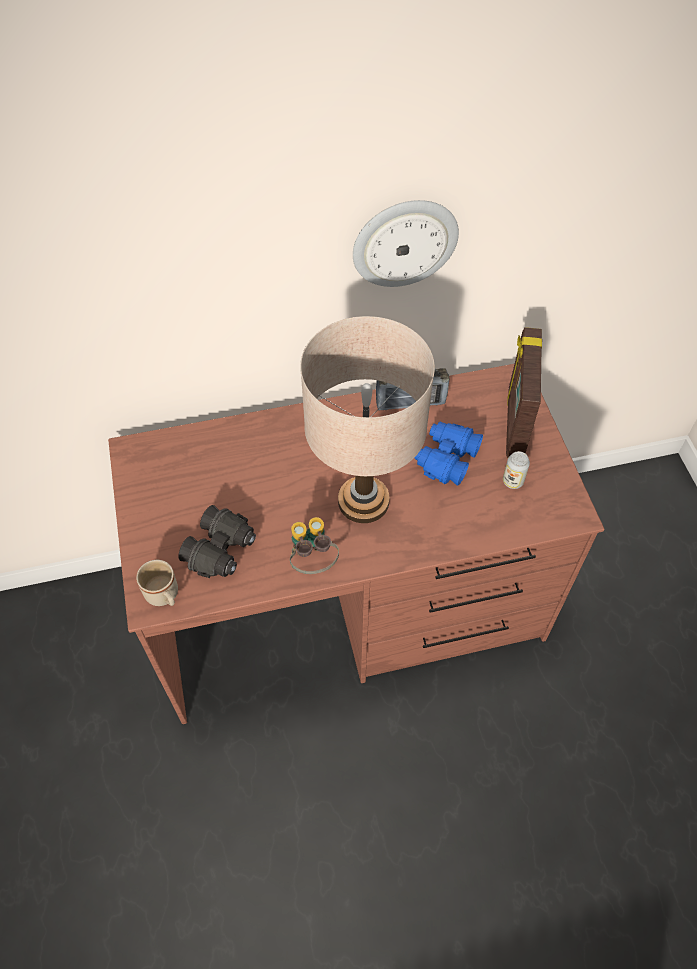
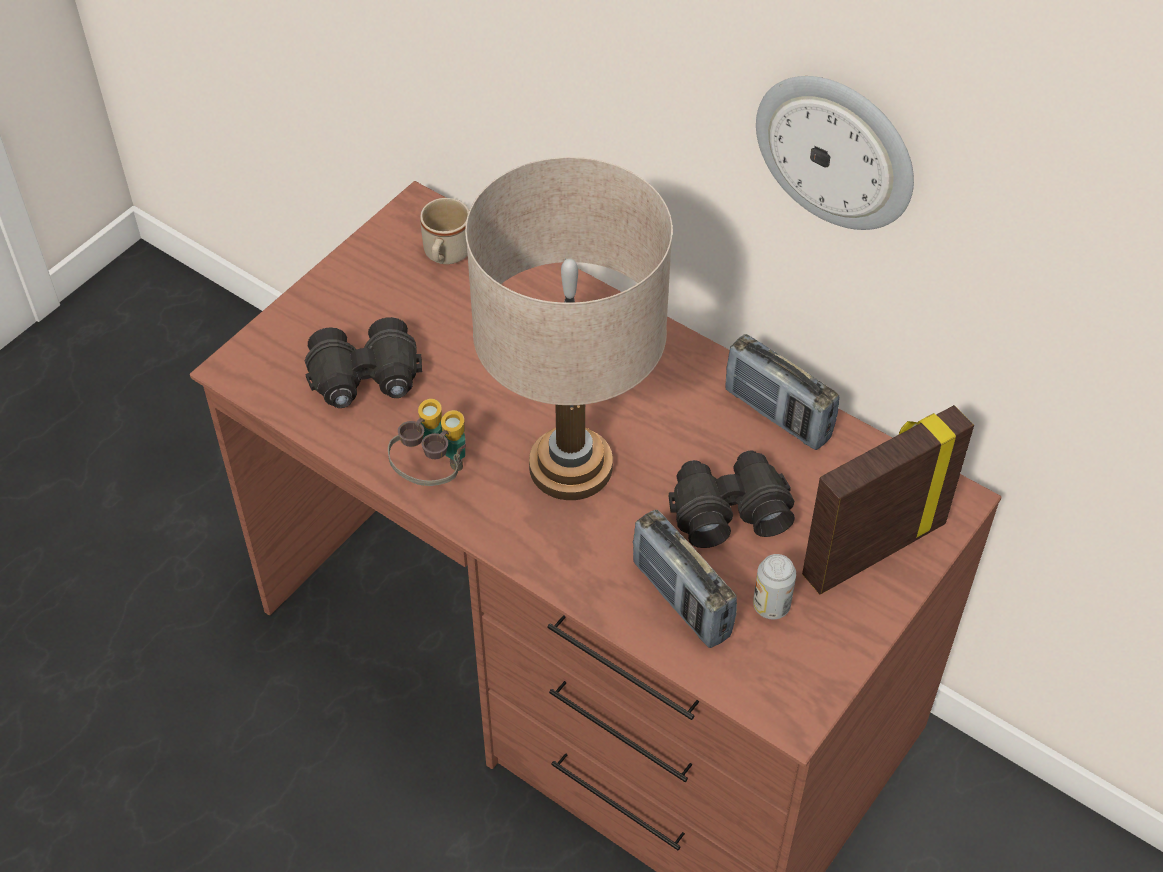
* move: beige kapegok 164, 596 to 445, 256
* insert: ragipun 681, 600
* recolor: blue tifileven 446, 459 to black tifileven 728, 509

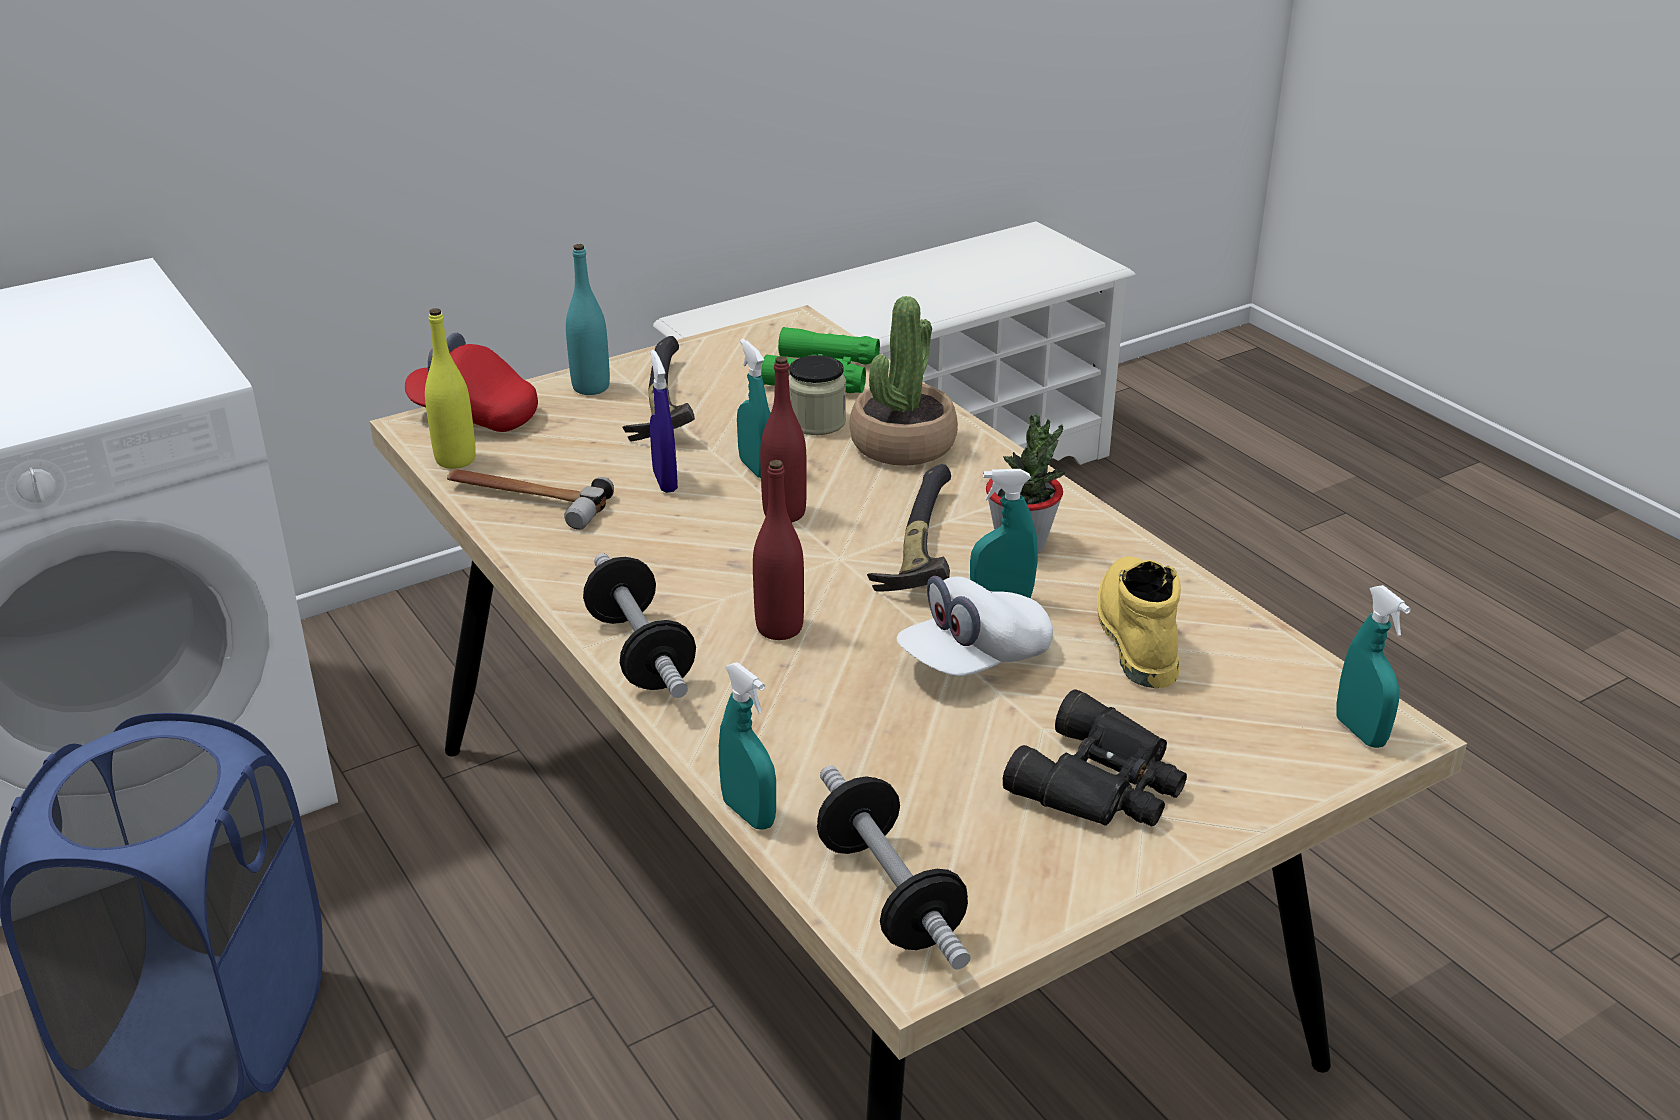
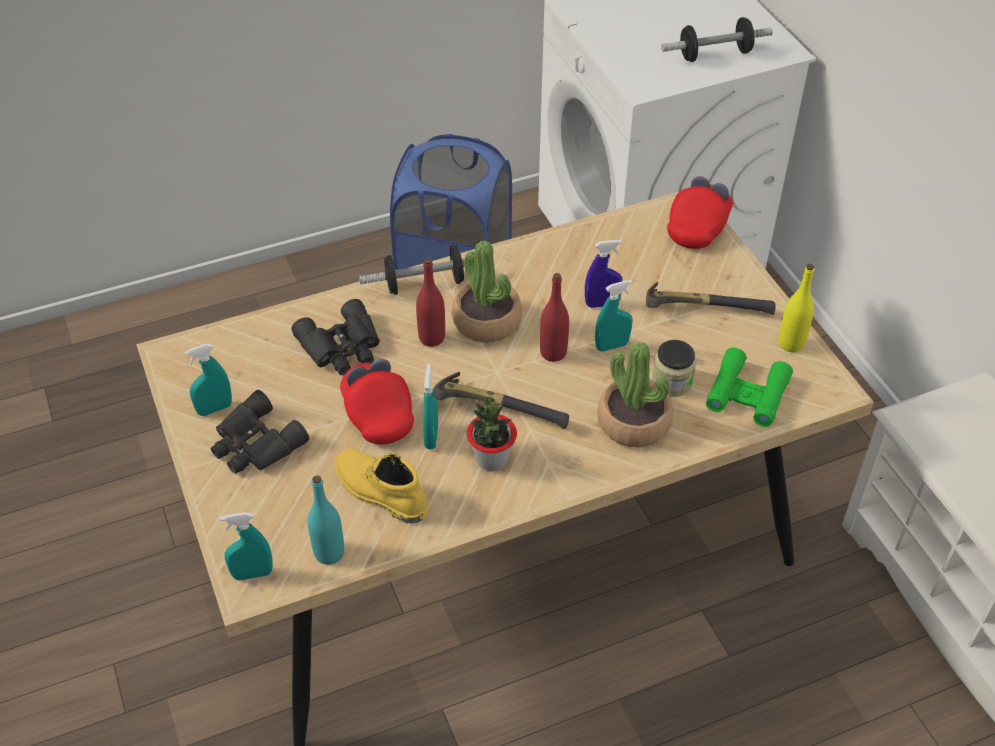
* move: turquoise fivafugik 748, 814 to 214, 409
* insert: black tifileven 342, 347
* move: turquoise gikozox 591, 387 to 329, 553
* rotate: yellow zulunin 1134, 634 = 379, 492 150 degrees counterclockwise
* recolor: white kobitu 974, 660 to red kobitu 377, 413
* insert: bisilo 487, 321
* move: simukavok 889, 894 to 714, 54
* move: yellow gikozox 455, 460 to 791, 344
* delete: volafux 525, 500

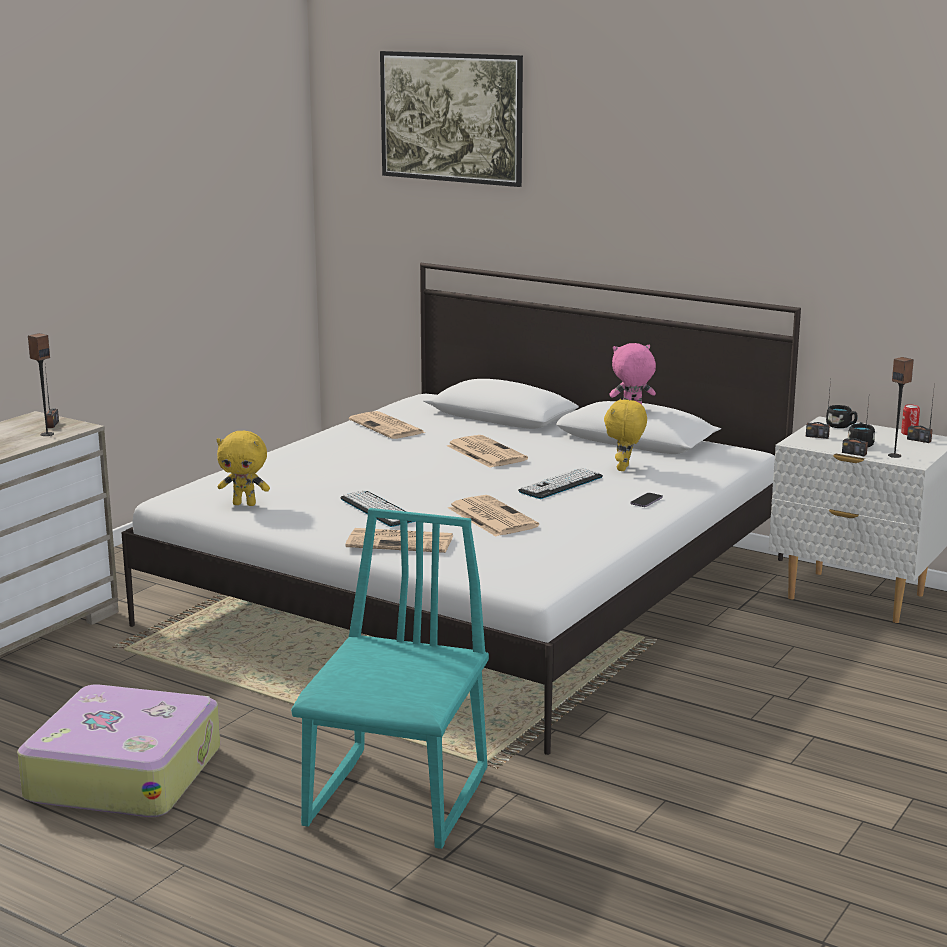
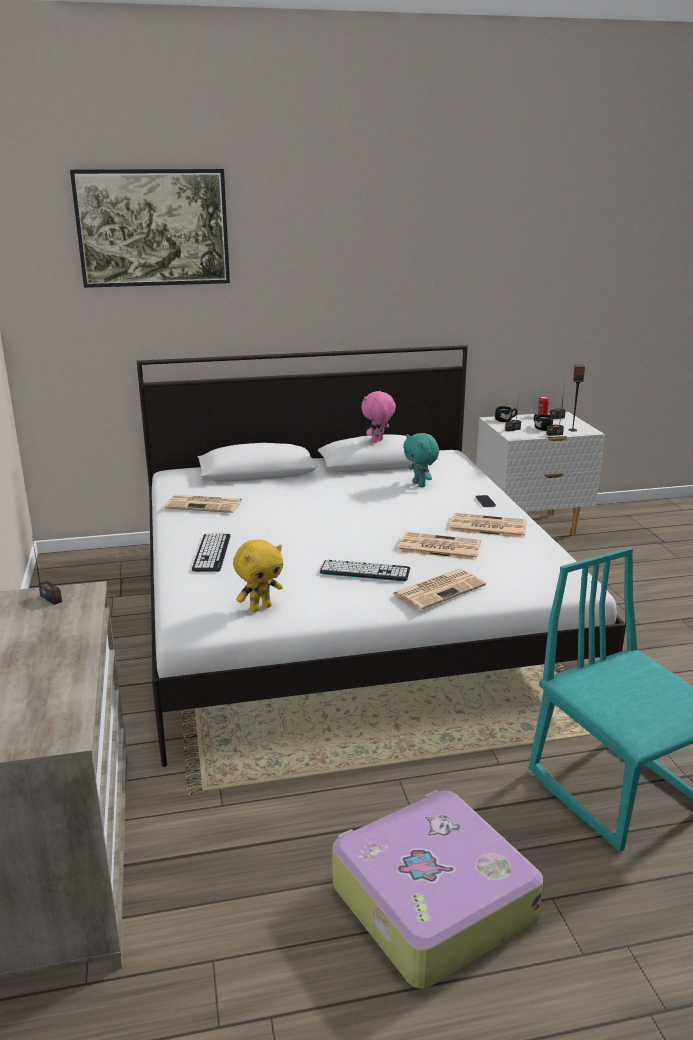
* move: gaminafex 561, 484 to 212, 553
* recolor: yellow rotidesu 624, 468 to turquoise rotidesu 420, 484
* move: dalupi 485, 452 to 487, 527
* delete: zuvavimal 47, 434

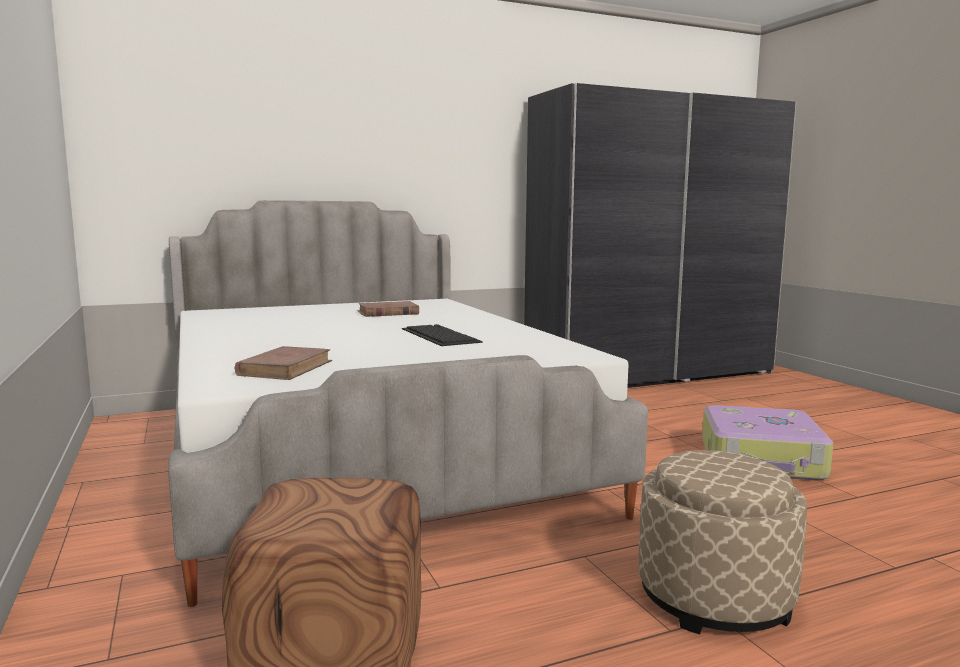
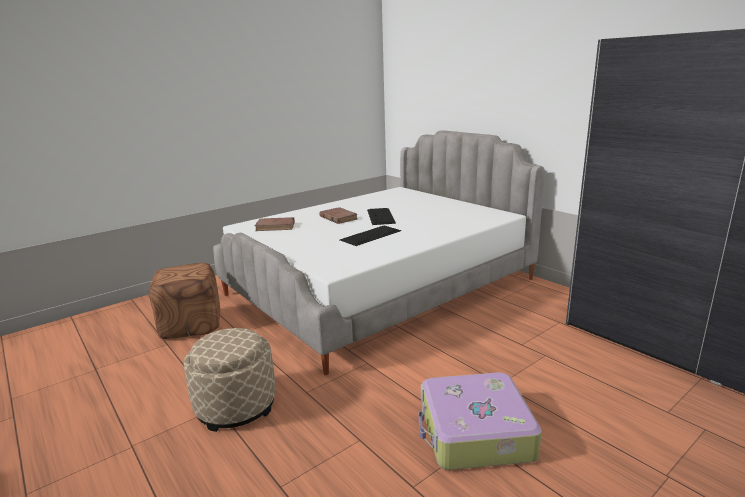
* move: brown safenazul 388, 313 to 338, 218
* insert: gaminafex 381, 216

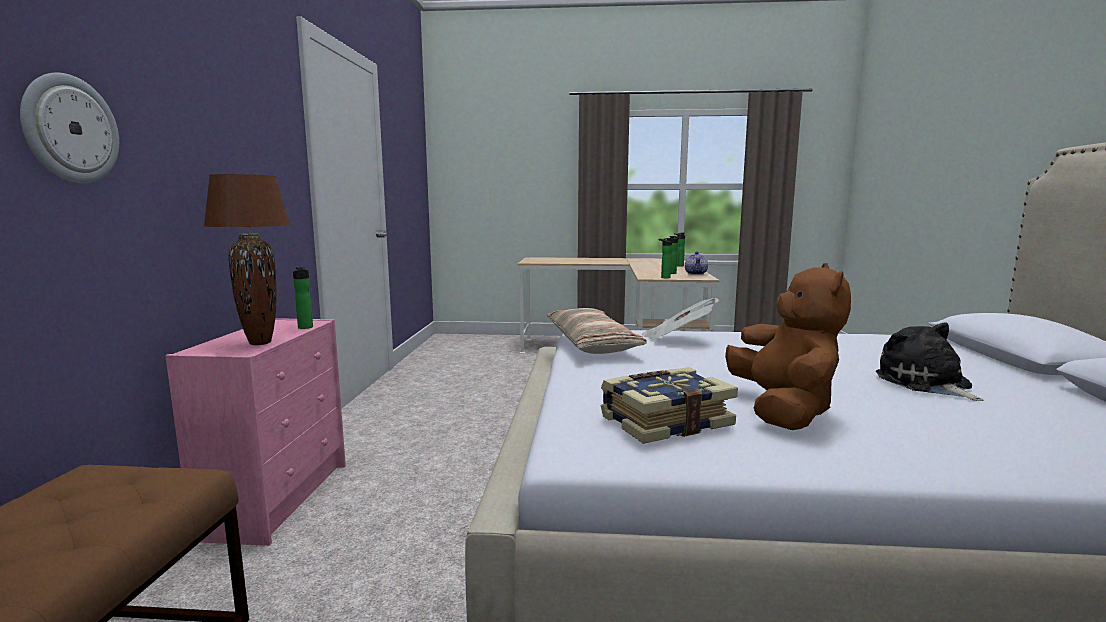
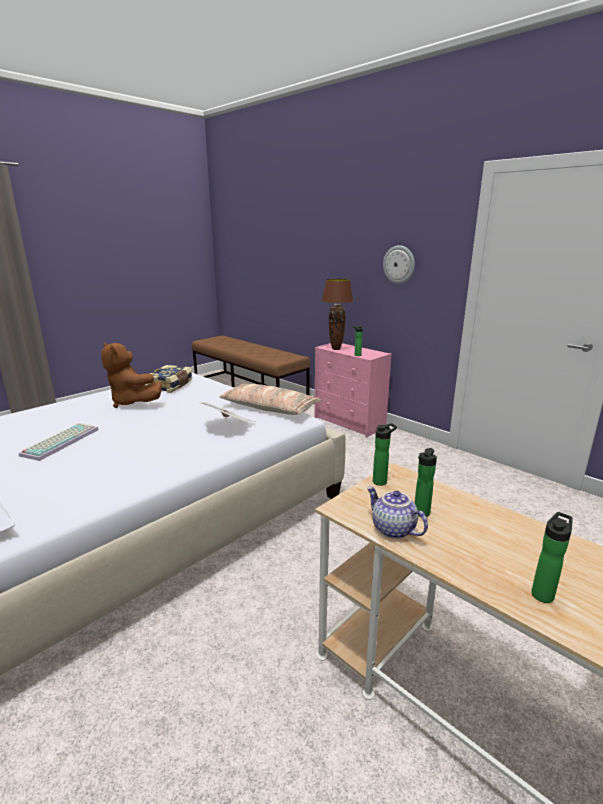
* replace: rotidesu 926, 383 to gaminafex 60, 441
* move: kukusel 70, 129 to 399, 264

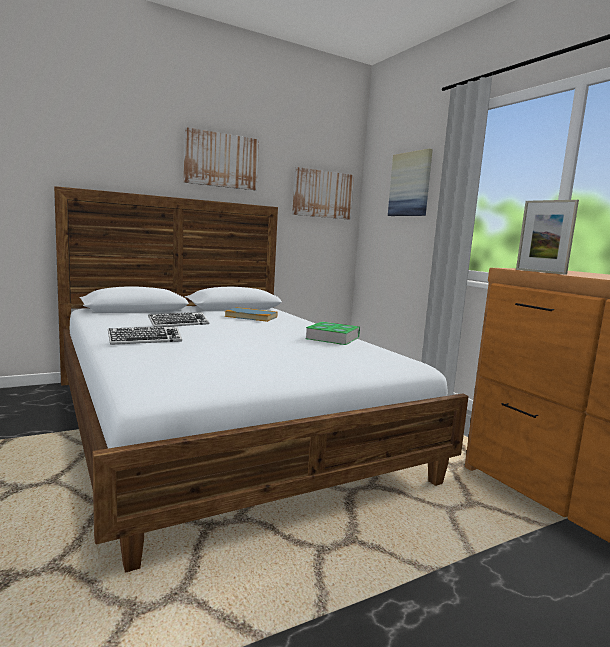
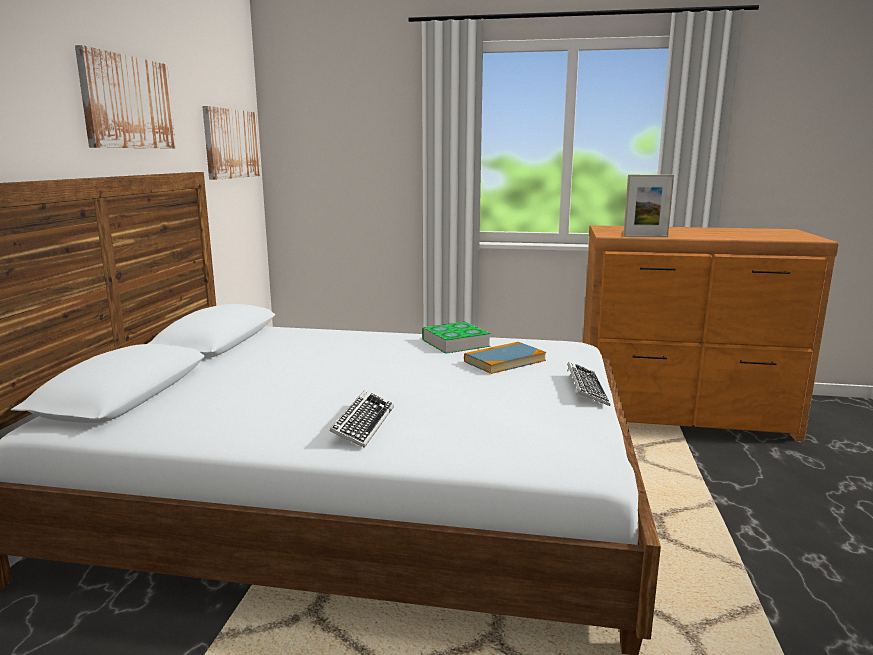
* move: safenazul 251, 317 to 504, 361
* move: gaminafex 179, 323 to 586, 389
* delete: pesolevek 410, 184

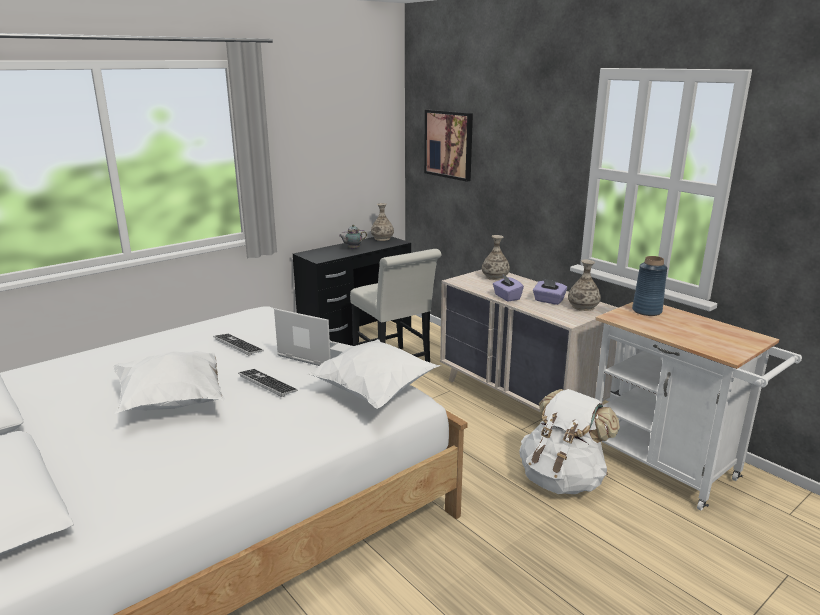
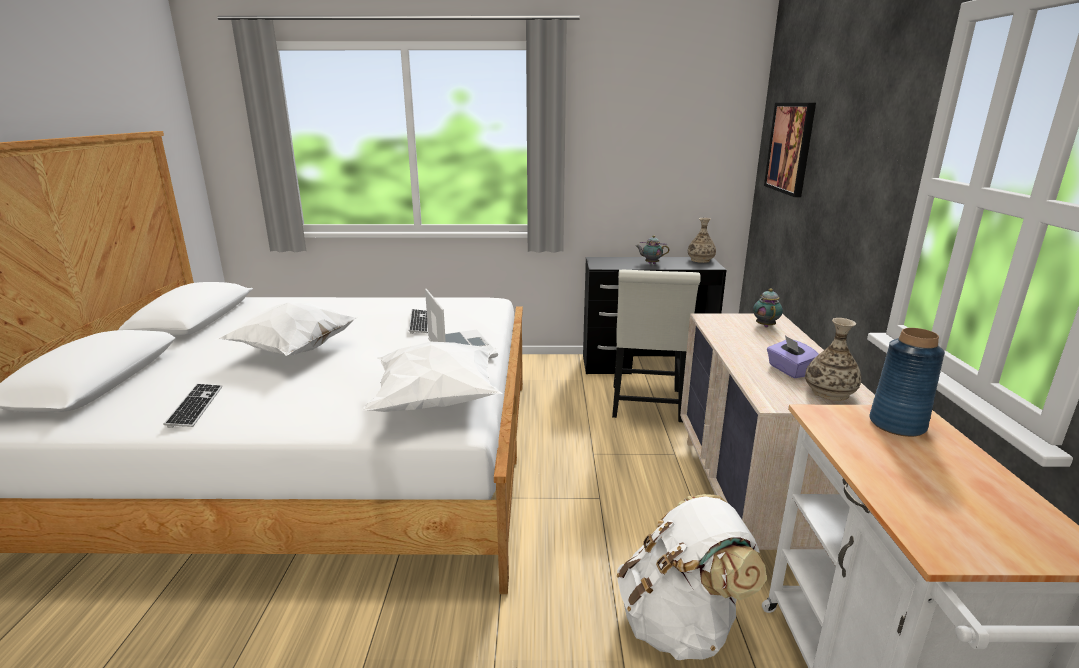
* move: gaminafex 267, 383 to 195, 406
* replace: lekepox 495, 277 to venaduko 765, 325
* delete: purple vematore 507, 297

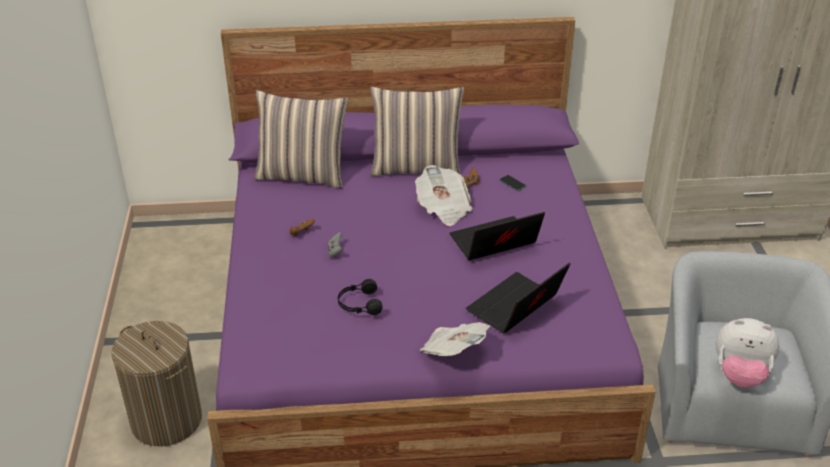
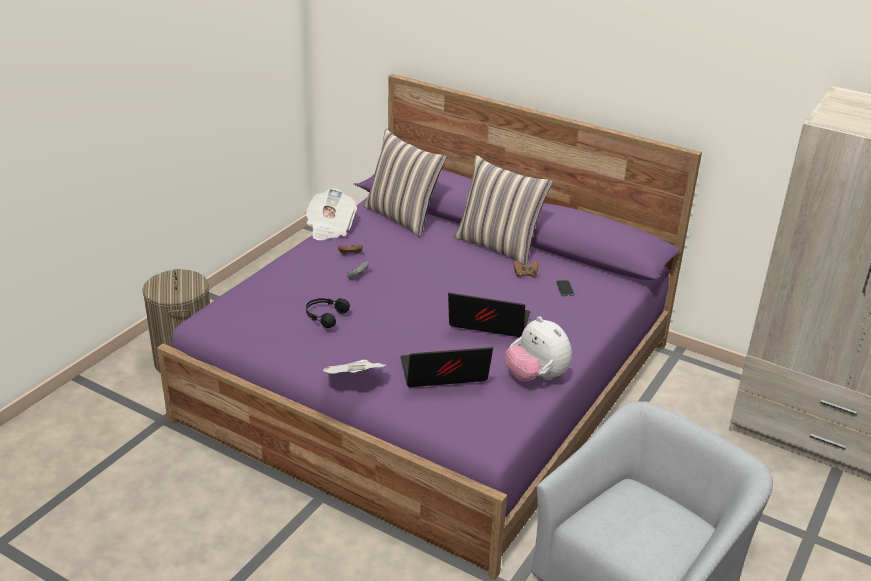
* move: dalupi 443, 208 to 330, 228
* move: rotidesu 740, 375 to 536, 377

